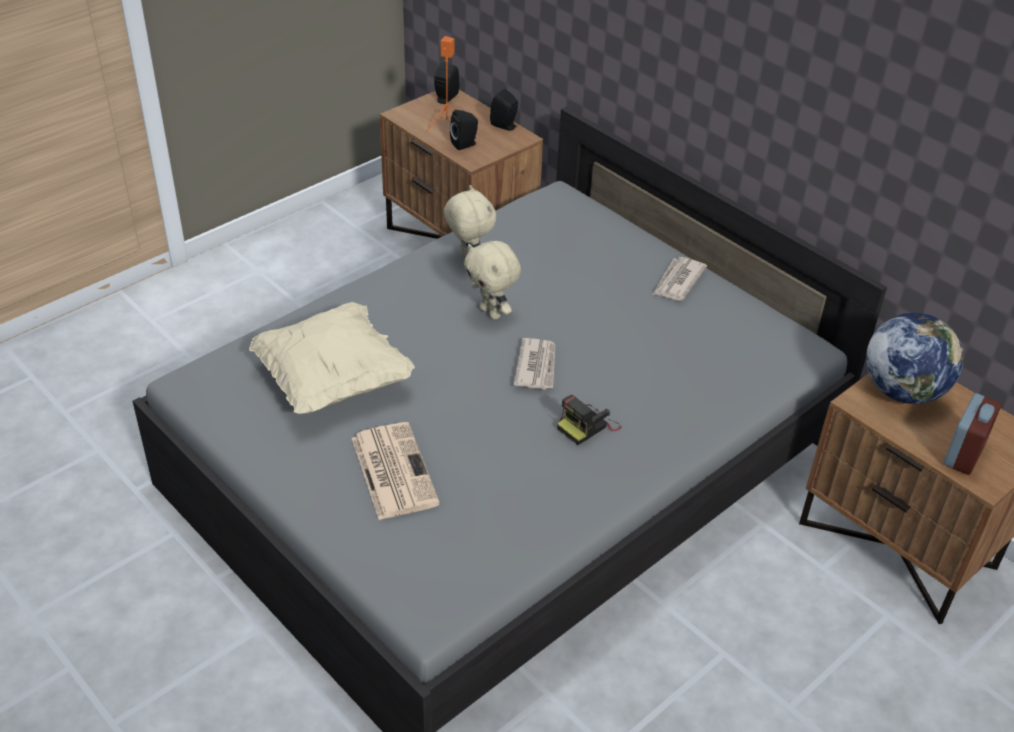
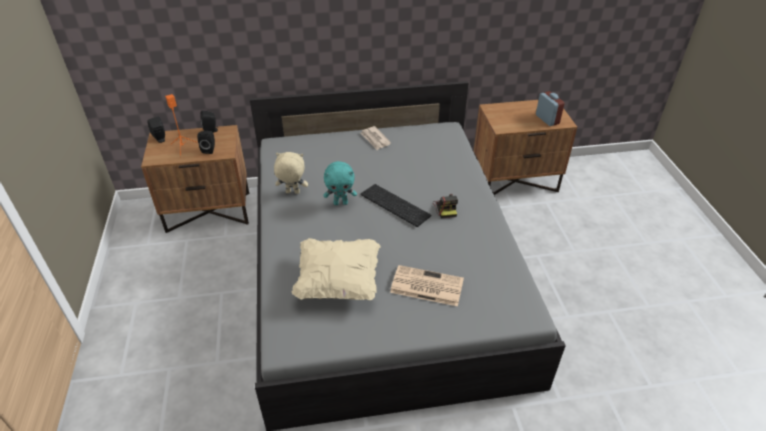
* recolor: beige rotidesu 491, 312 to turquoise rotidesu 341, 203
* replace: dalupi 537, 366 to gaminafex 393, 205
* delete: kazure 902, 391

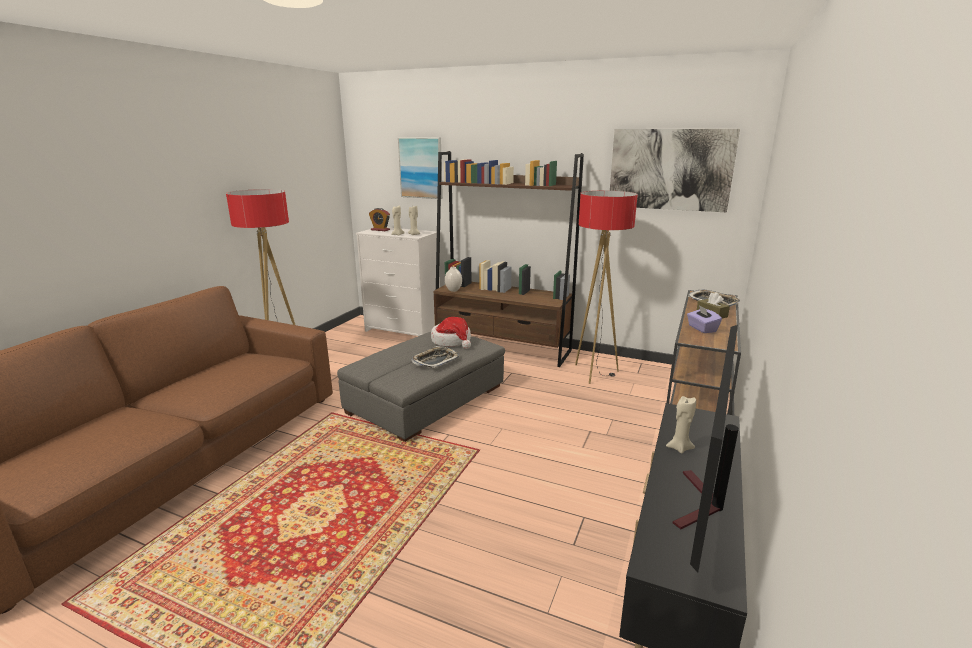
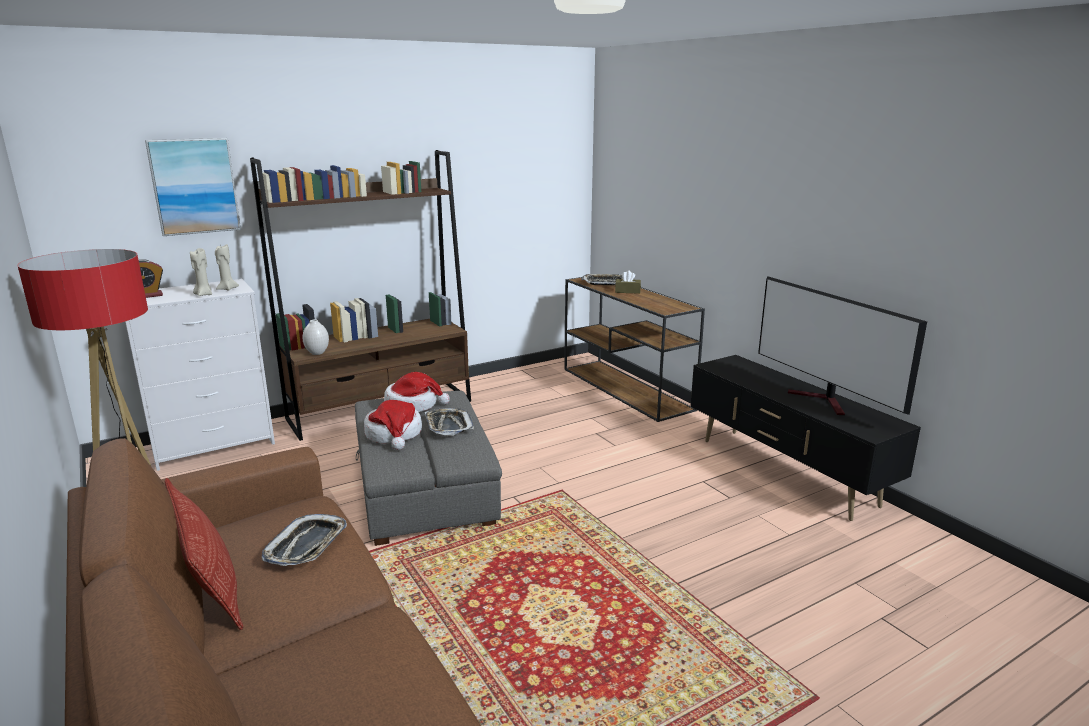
* insert: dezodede 211, 585
* insert: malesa 307, 545
* insert: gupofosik 394, 434
* delete: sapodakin 594, 373
* delete: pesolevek 670, 169
* delete: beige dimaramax 679, 448
* delete: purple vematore 701, 329

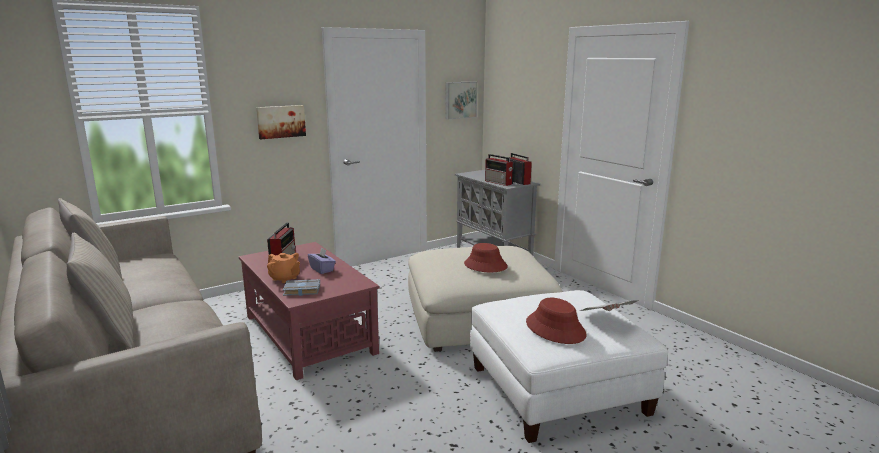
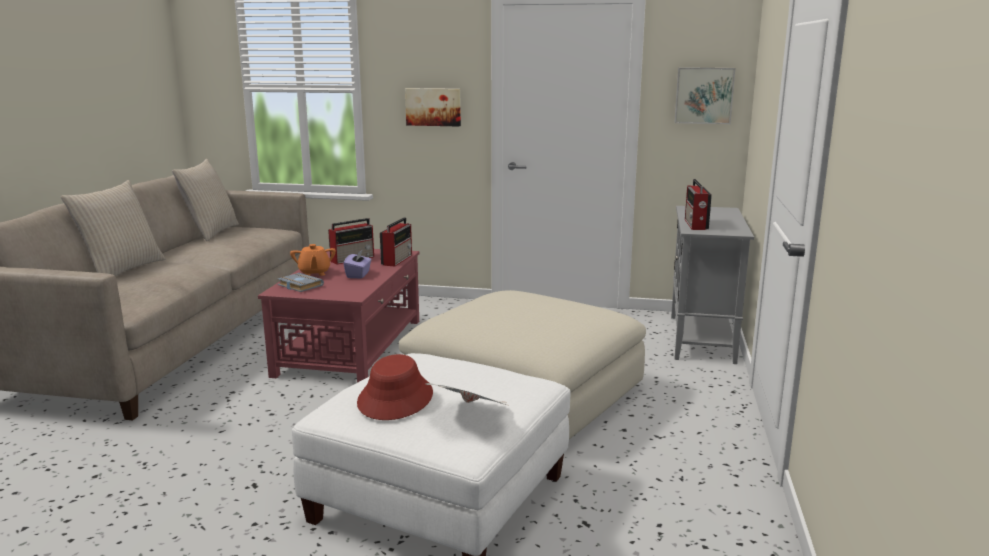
* move: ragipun 517, 181 to 397, 260
* delete: red gupofosik 485, 265

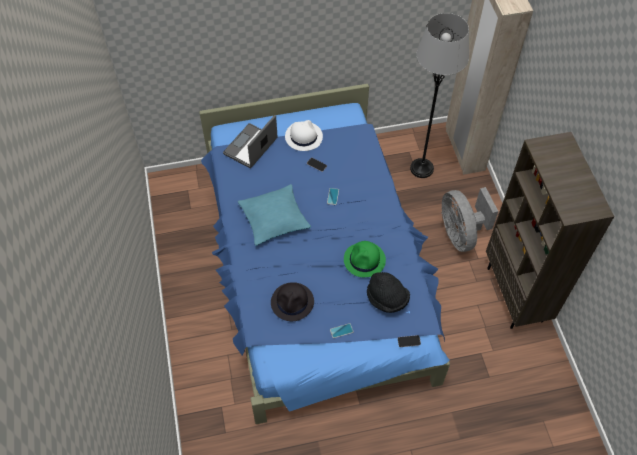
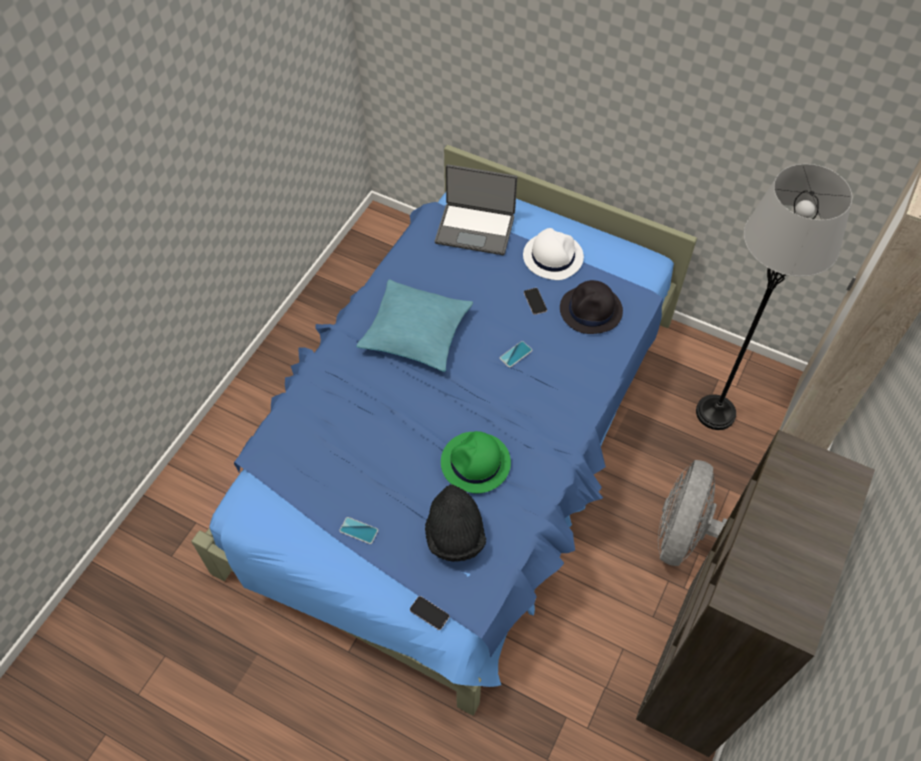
* rotate: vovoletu 251, 147 = 475, 228 150 degrees counterclockwise
* move: black gupofosik 292, 302 to 591, 310

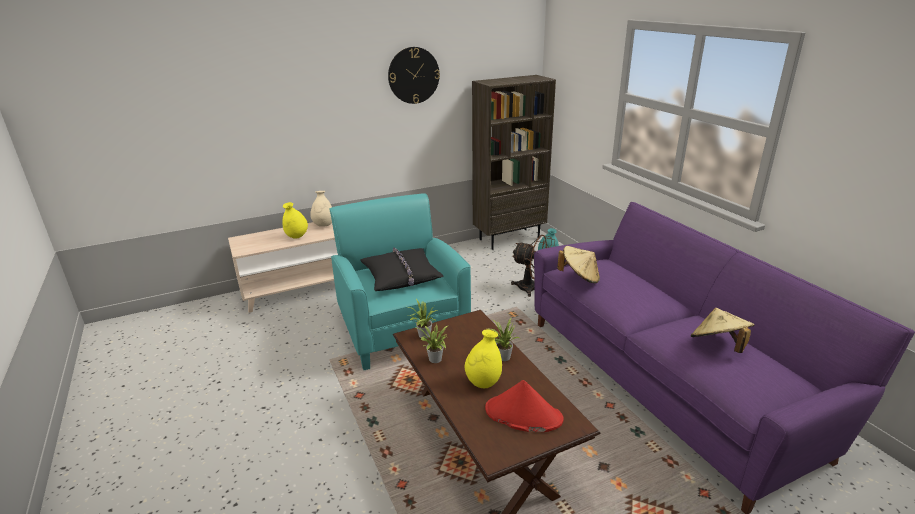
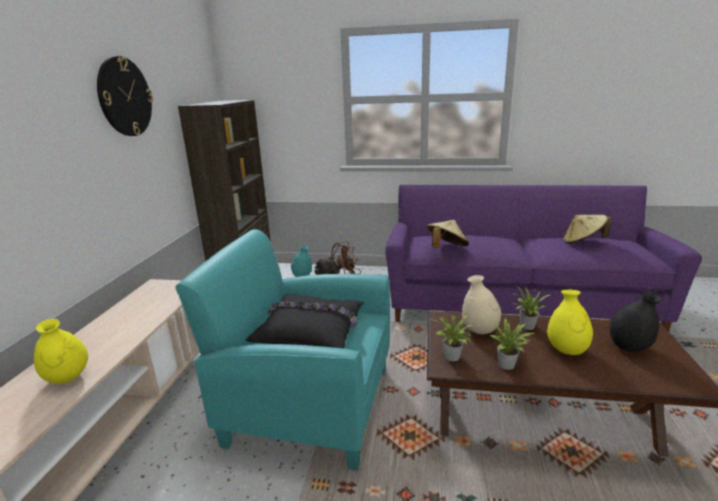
* move: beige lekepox 323, 225 to 479, 330
* replace: red gupofosik 523, 414 to black lekepox 629, 347

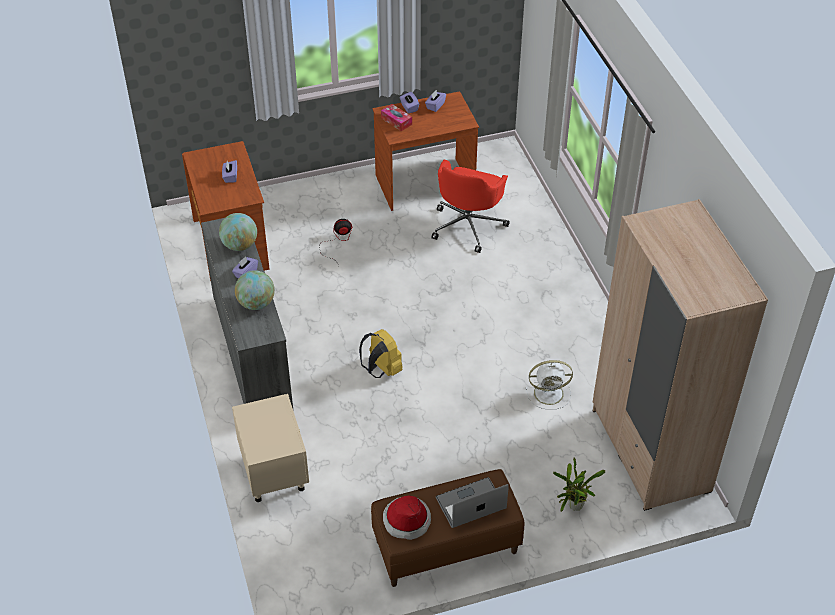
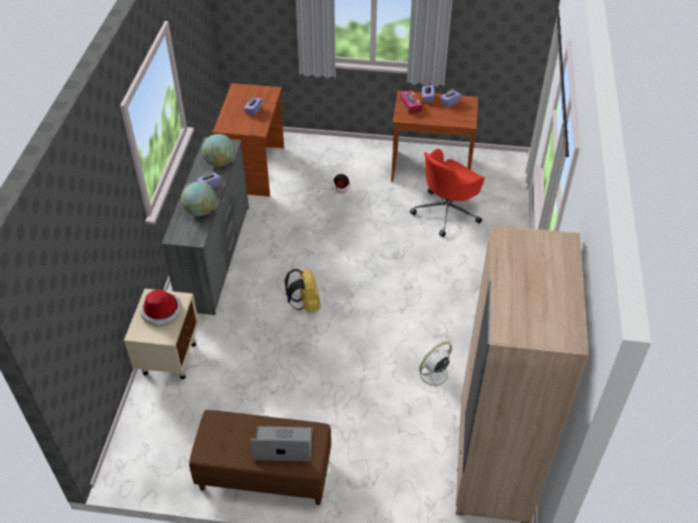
* move: gupofosik 406, 520 to 161, 311
* rotate: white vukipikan 550, 393 = 432, 375 120 degrees clockwise
* delete: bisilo 573, 506

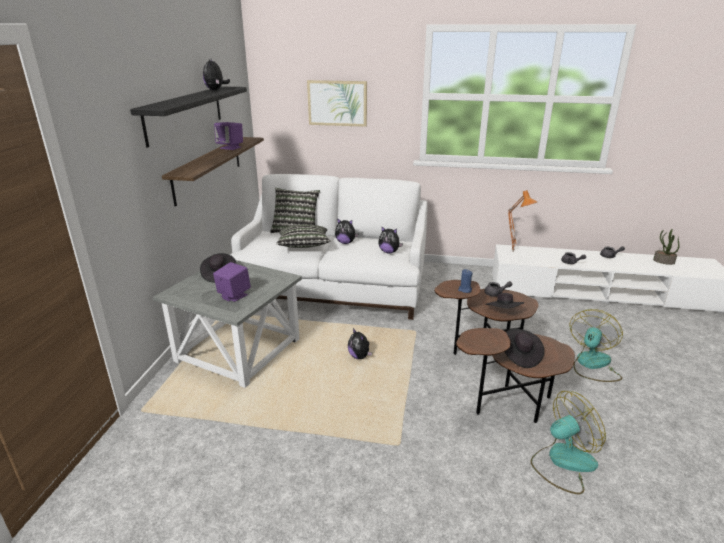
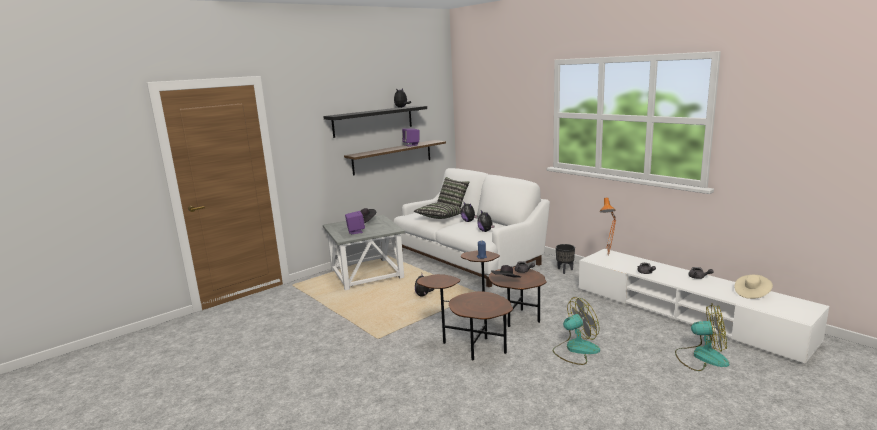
* insert: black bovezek 565, 270
* move: vukipikan 563, 462 to 701, 357
* replace: bisilo 663, 261 to beige gupofosik 752, 293
* delete: pesolevek 337, 103
* delete: black gupofosik 520, 356

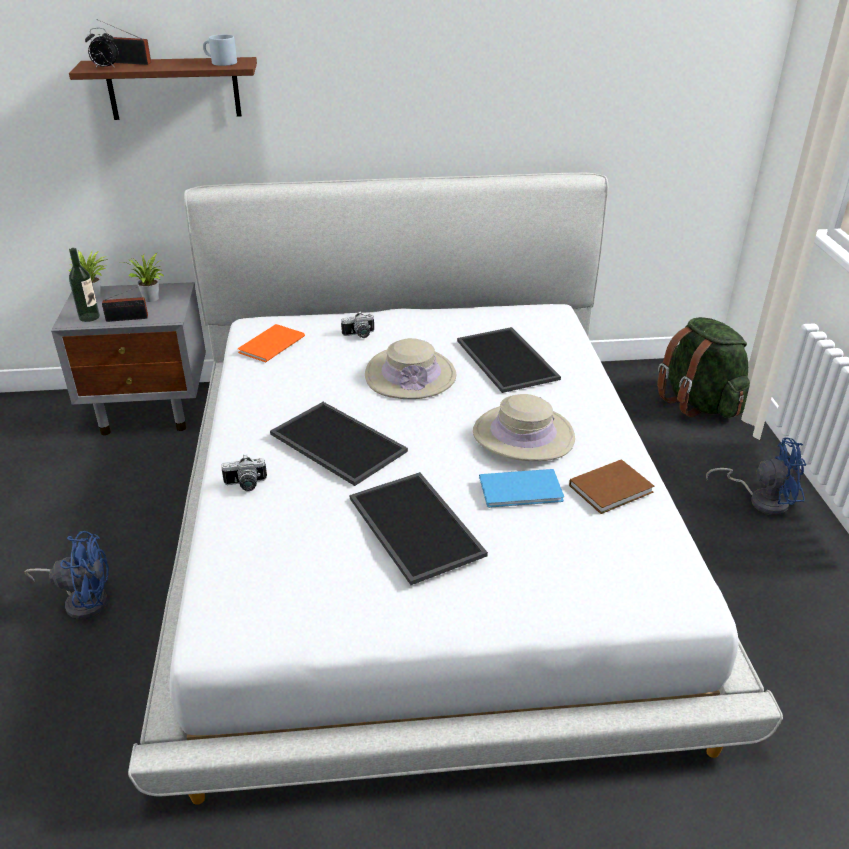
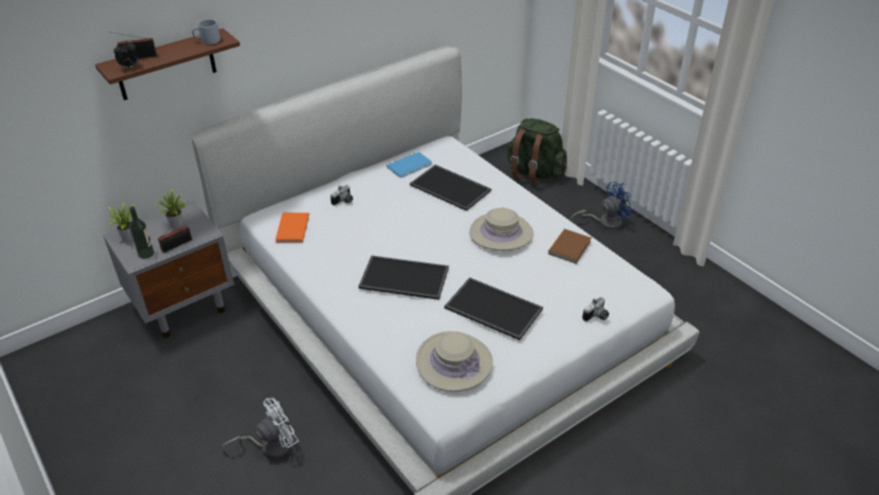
* recolor: blue vukipikan 82, 600 to white vukipikan 270, 445
* move: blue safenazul 523, 490 to 410, 165
* move: beige gupofosik 410, 375 to 454, 362
* move: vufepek 246, 485 to 597, 317

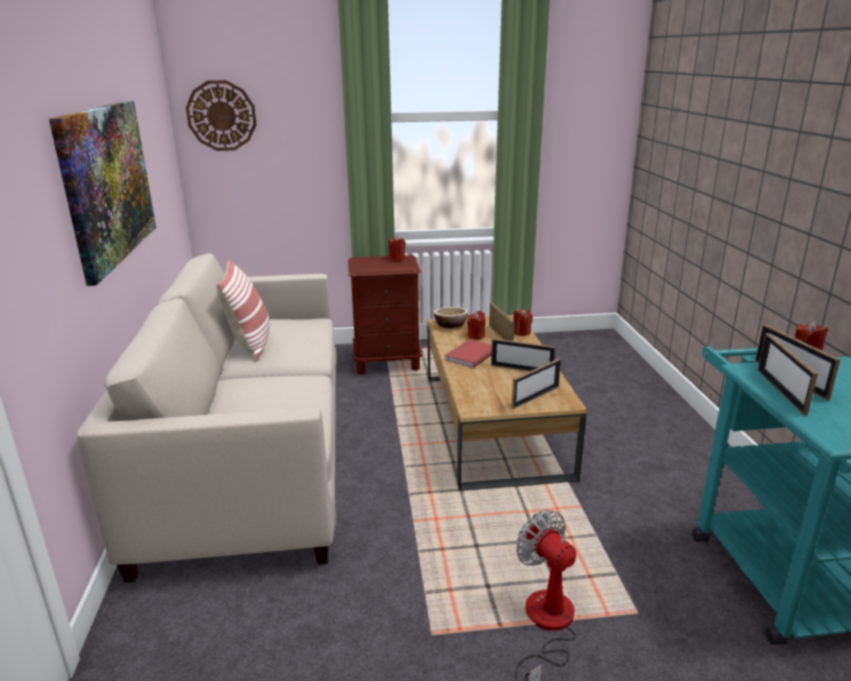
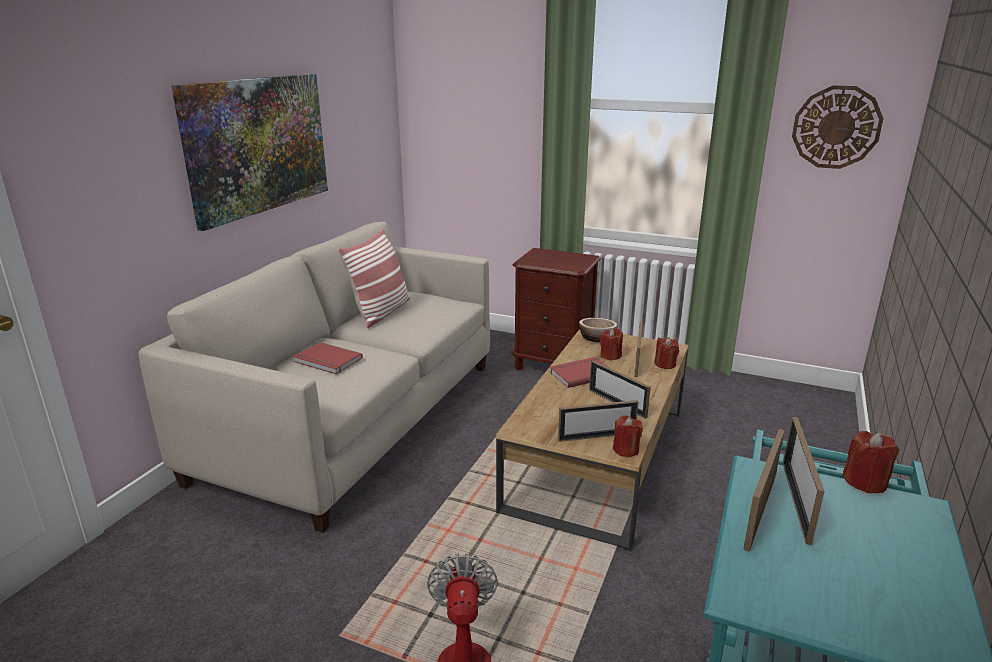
* insert: red safenazul 327, 361
* move: red dimaramax 397, 259 to 626, 450
* move: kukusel 221, 116 to 836, 127

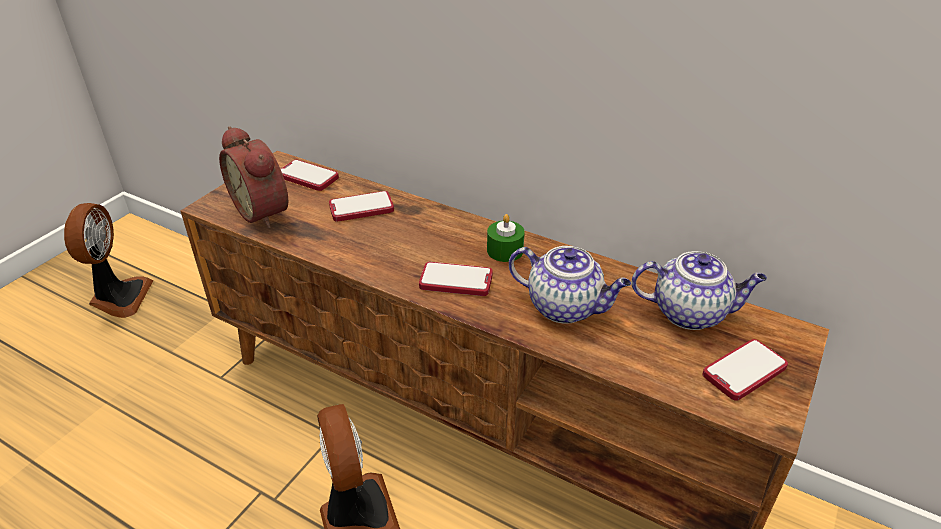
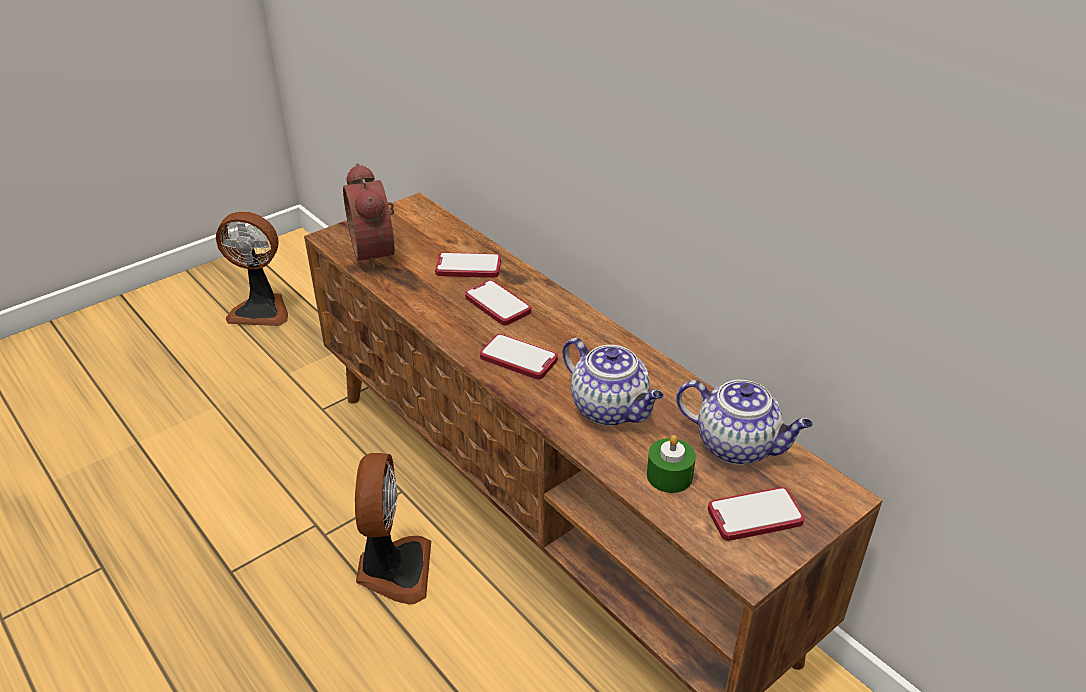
* rotate: vukipikan 119, 297 = 262, 310 75 degrees clockwise
* move: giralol 308, 177 to 497, 304
* move: green dimaramax 505, 250 to 669, 476

